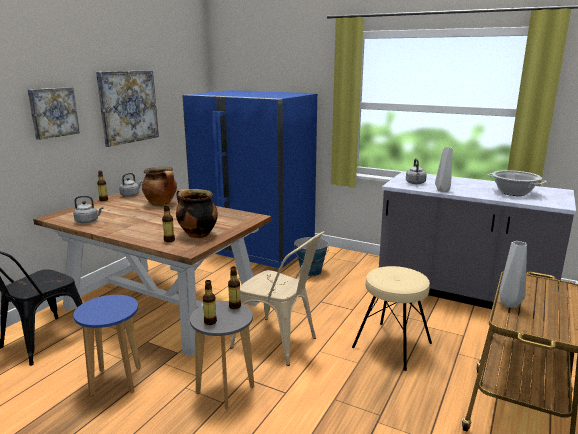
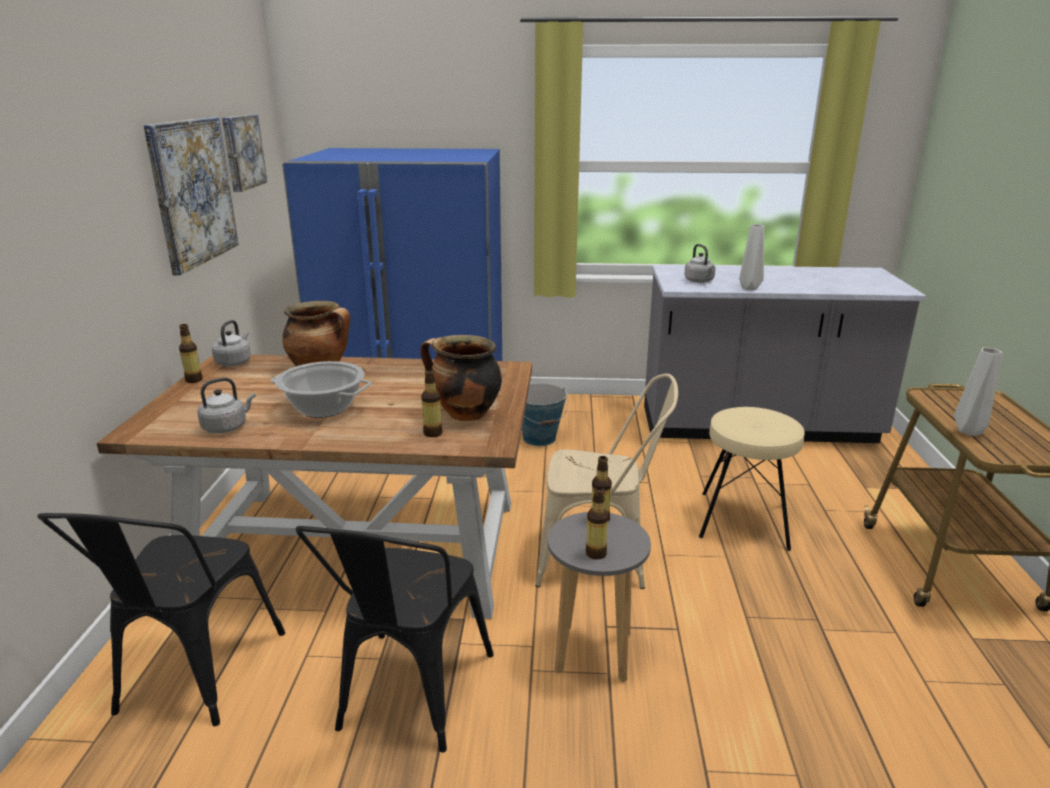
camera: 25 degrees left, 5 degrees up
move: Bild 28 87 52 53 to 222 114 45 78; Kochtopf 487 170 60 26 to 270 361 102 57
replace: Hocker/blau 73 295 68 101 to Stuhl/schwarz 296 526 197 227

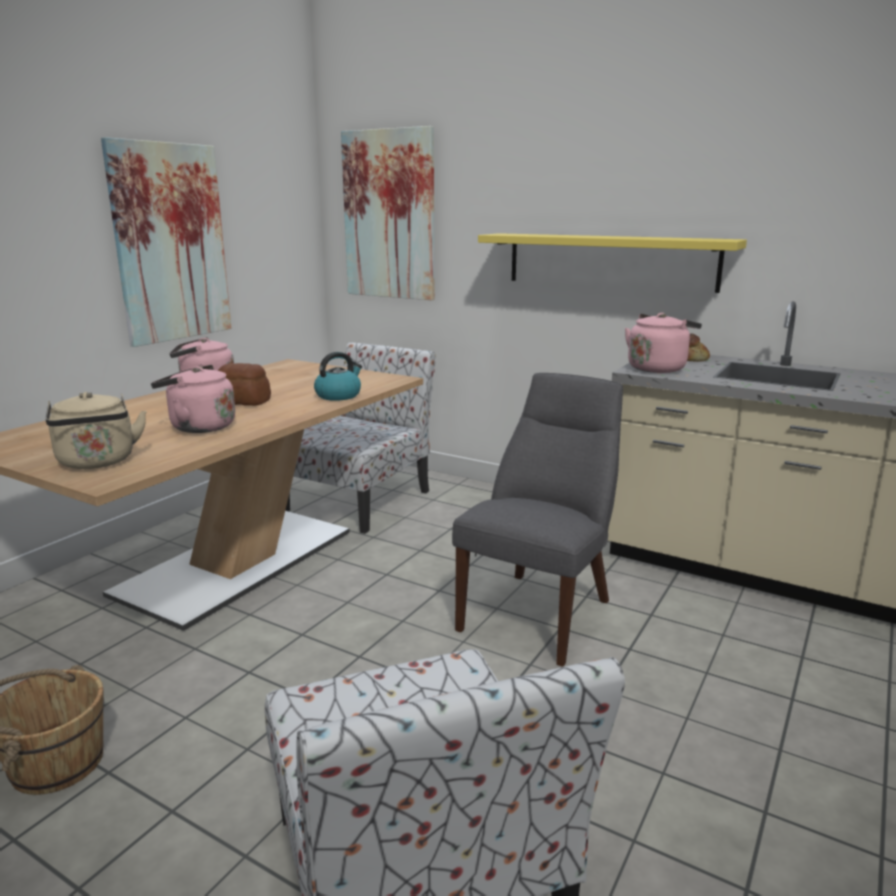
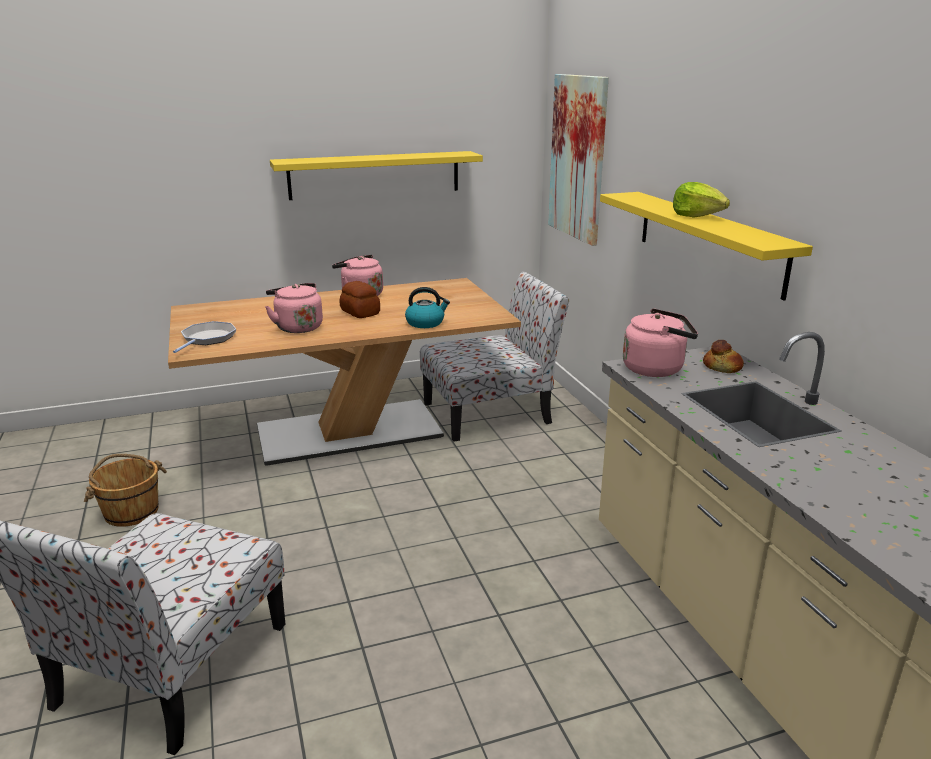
camera: 40 degrees right, 5 degrees up
delete: Stuhl/grau 452 373 171 293
insert: Salatkopf 673 182 57 35
replace: Wasserkessel/beige 46 392 101 77 to Pfanne 173 321 63 32; Bild 101 137 130 210 to Wandregal/gelb 270 151 213 49

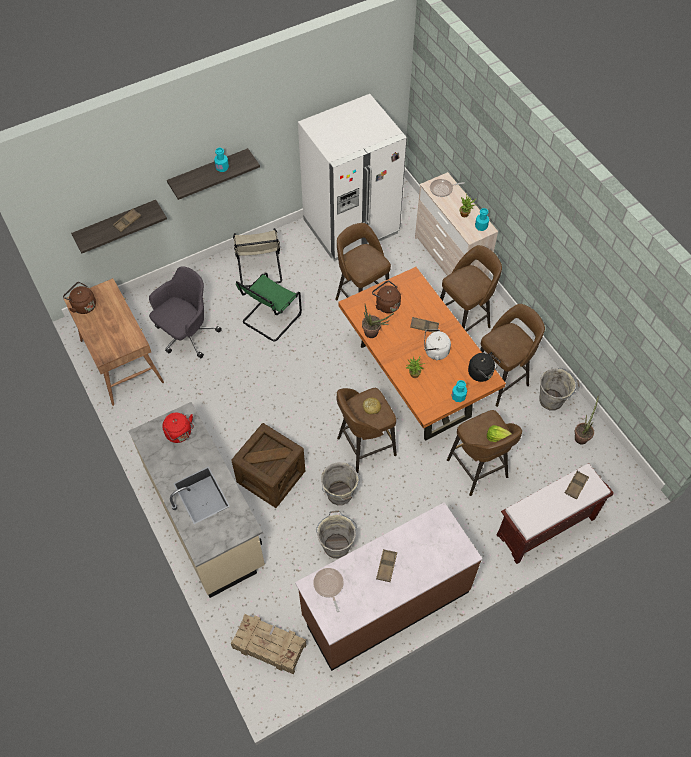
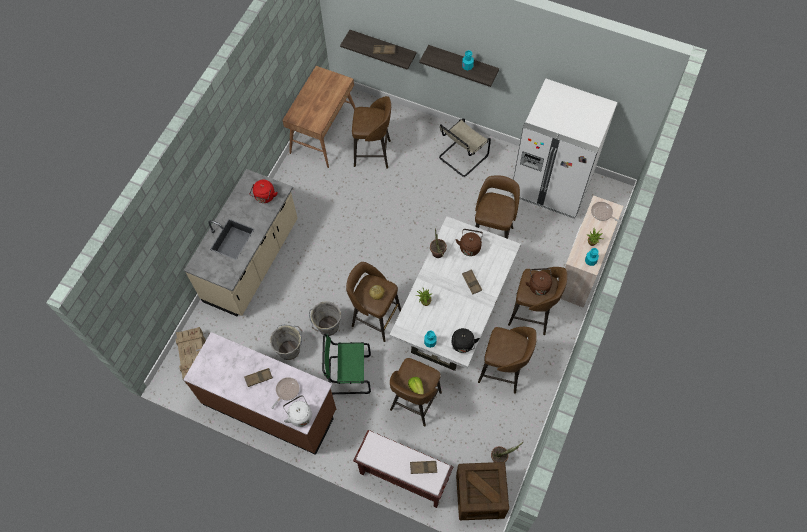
camera: 55 degrees right, 5 degrees up
delete: Eimer/grau 539 368 41 42
move: Pfanne 313 568 31 44 to 271 377 29 32; Wasserkessel/weiß 424 329 27 31 to 283 395 29 32; Stuhl/grün 236 273 66 68 to 322 334 49 60; Kiste 231 423 74 85 to 456 462 53 58; Wasserkessel/braun 63 282 33 32 to 525 268 27 27
replace: Bürostuhl/grau 149 266 73 92 to Hocker/braun 352 96 39 73
recolor: Esstisch/orange 338 267 168 174 to Esstisch/weiß 390 216 131 155

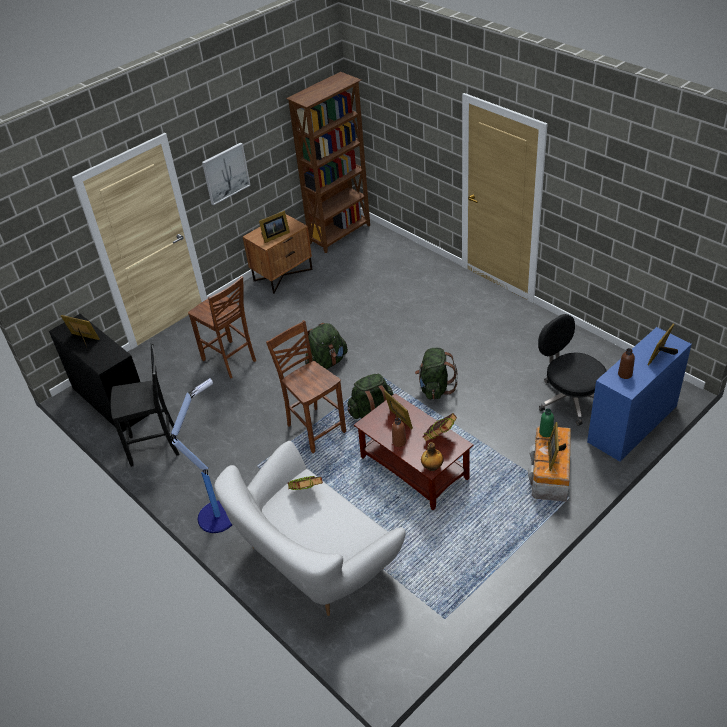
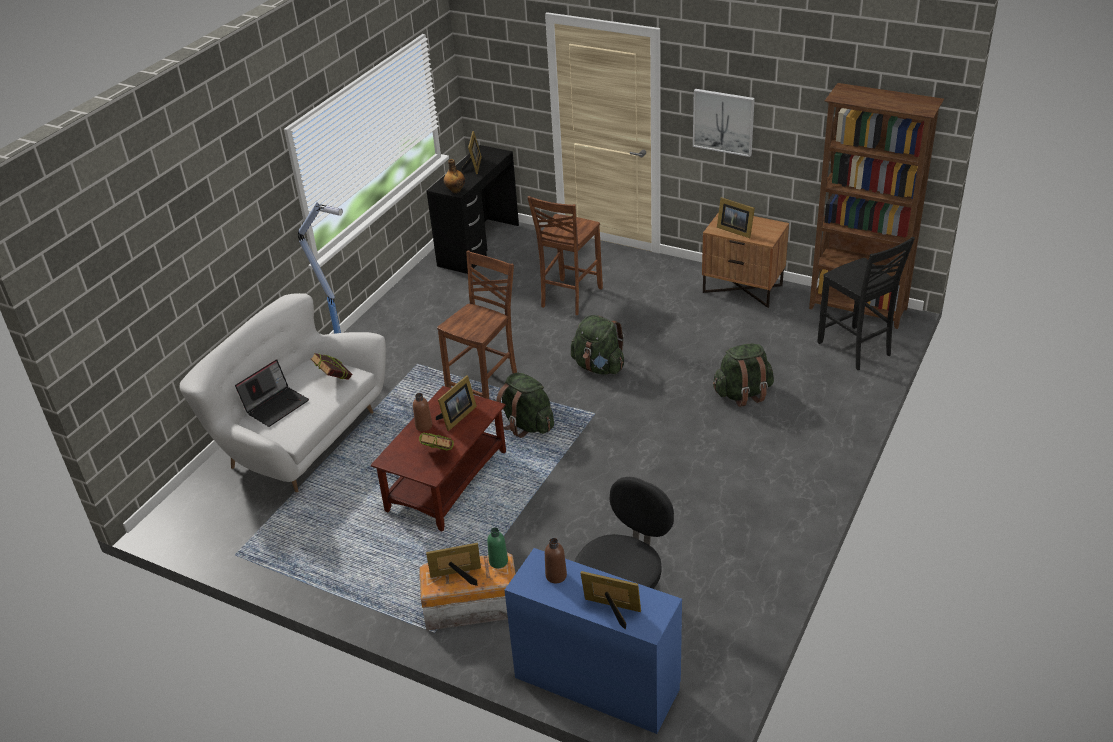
camera: 70 degrees right, 5 degrees down
insert: Laptop 235 359 74 68
move: Flasche 421 442 23 29 to 444 159 21 34; Rucksack/grün 415 348 42 52 to 713 344 61 63; Stuhl/schwarz 111 343 68 124 to 817 236 98 134

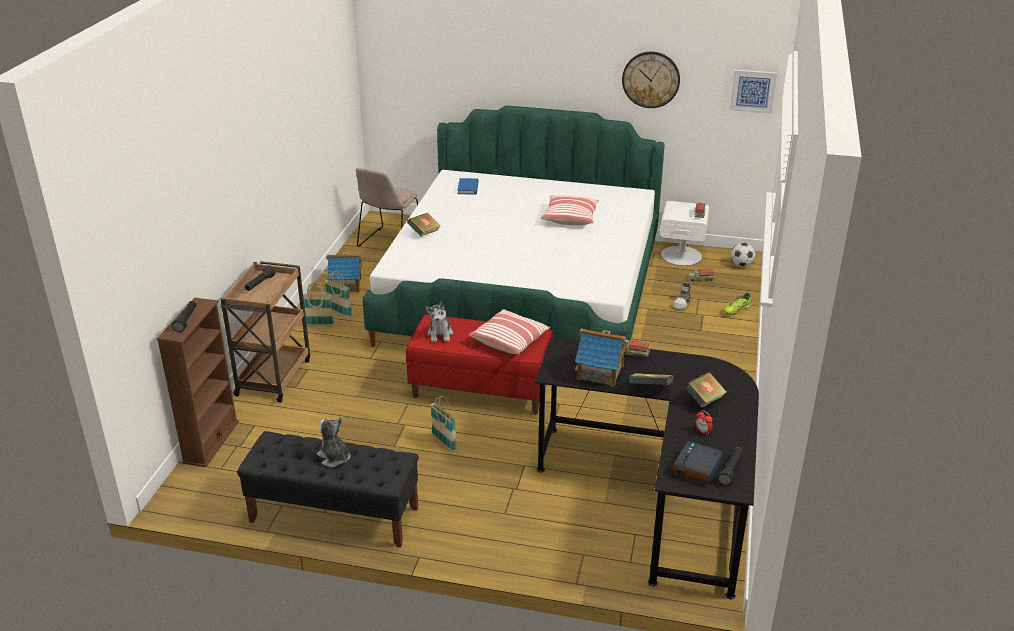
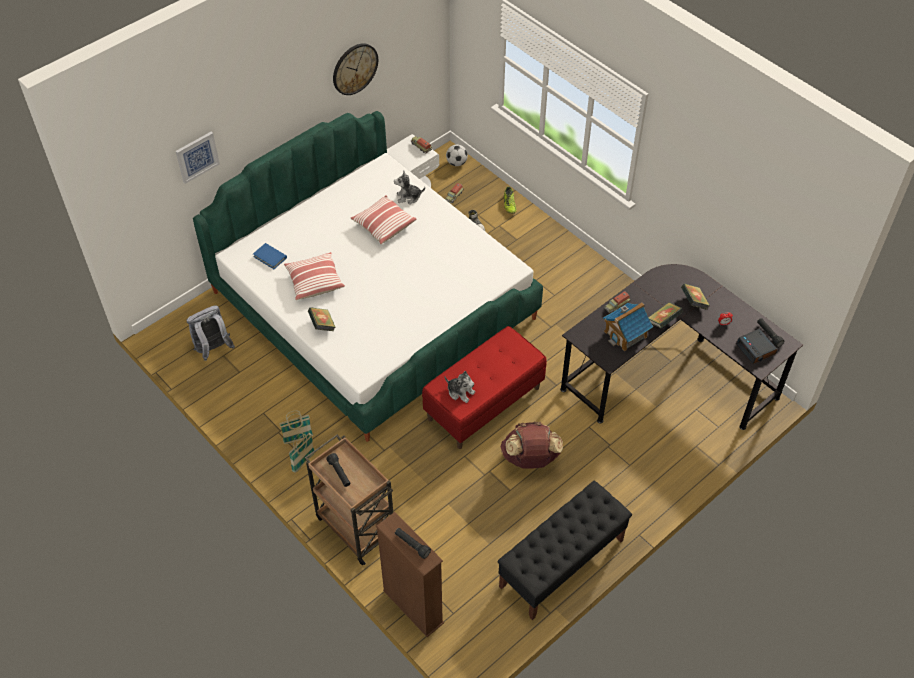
camera: 55 degrees left, 20 degrees up
delete: Spielzeughaus 326 253 36 40
move: Bild 730 69 47 45 to 176 132 44 52; Kissen 469 309 82 46 to 284 252 61 48; Plüschtier 317 416 33 51 to 394 170 31 34
replace: Stuhl/beige 356 168 62 79 to Rucksack/grau 186 305 49 56; Korb 430 396 27 57 to Rucksack/braun 500 422 63 47

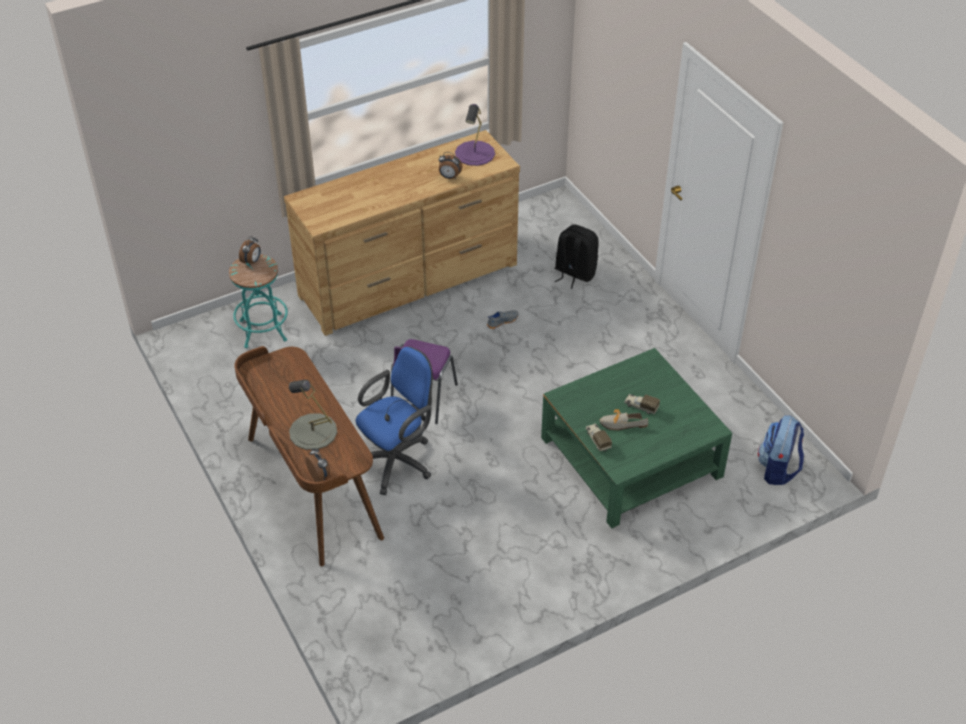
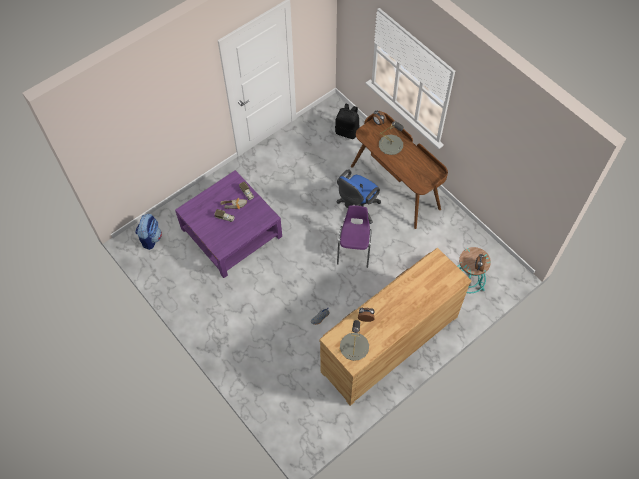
camera: 170 degrees right, 15 degrees up
move: Rucksack/schwarz 555 225 44 64 to 335 103 25 36
recolor: Couchtisch/grün 541 348 191 181 to Couchtisch/lila 175 170 107 108; Tischlampe/lila 455 104 40 62 to Tischlampe/grau 340 320 29 41

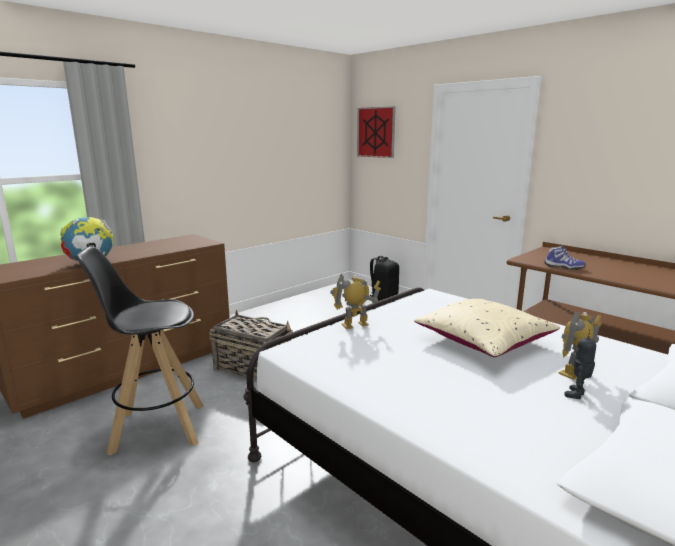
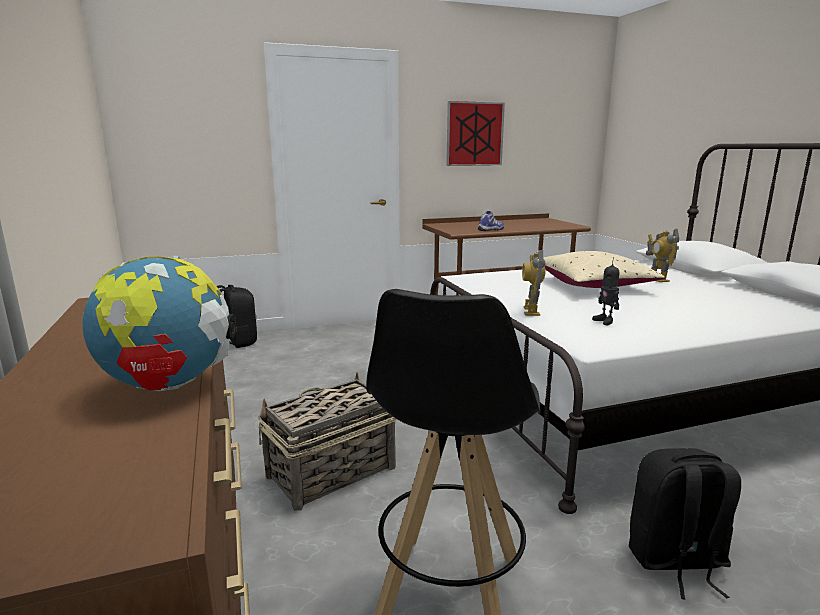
camera: 65 degrees left, 0 degrees up
insert: Rucksack/schwarz 629 448 112 152
move: Bild 357 106 39 52 to 446 101 59 65; Spielzeugroboter 564 329 32 70 to 592 257 27 68

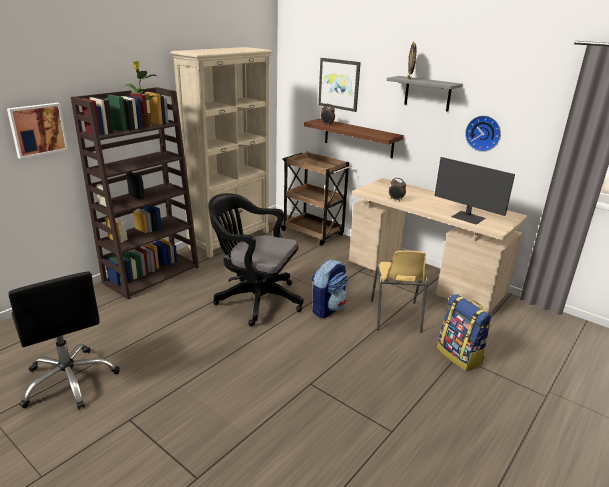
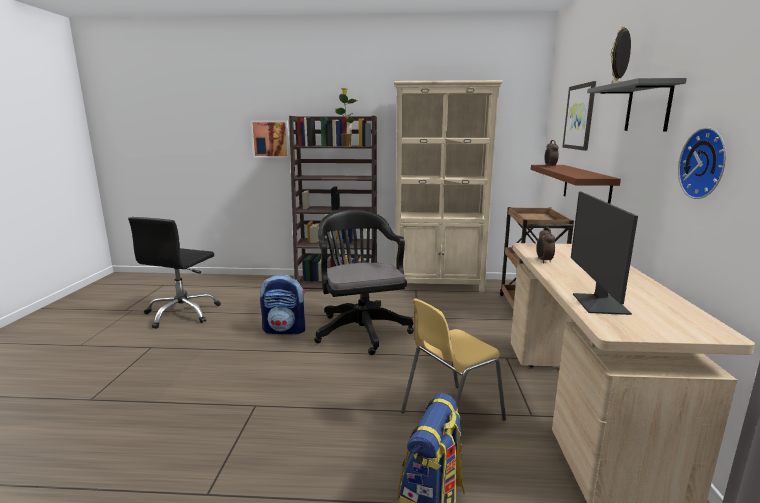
camera: 55 degrees right, 10 degrees down
move: Rucksack 312 259 36 59 to 260 275 45 59

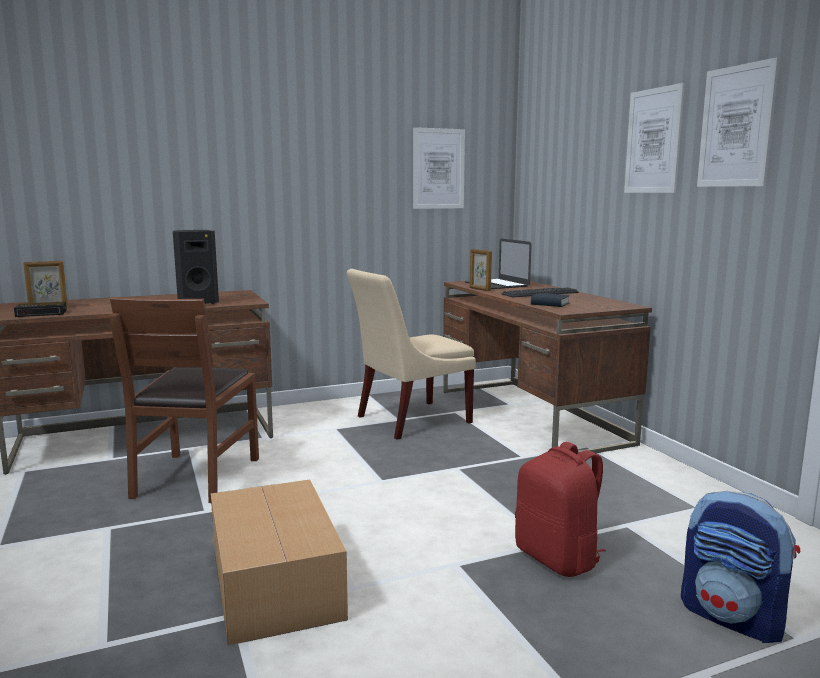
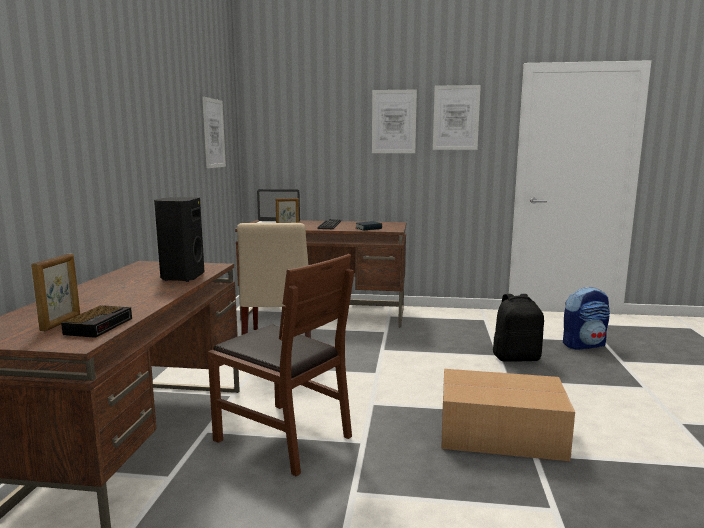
camera: 60 degrees left, 0 degrees up
recolor: Rucksack/rot 515 442 91 135 to Rucksack/schwarz 493 294 51 68

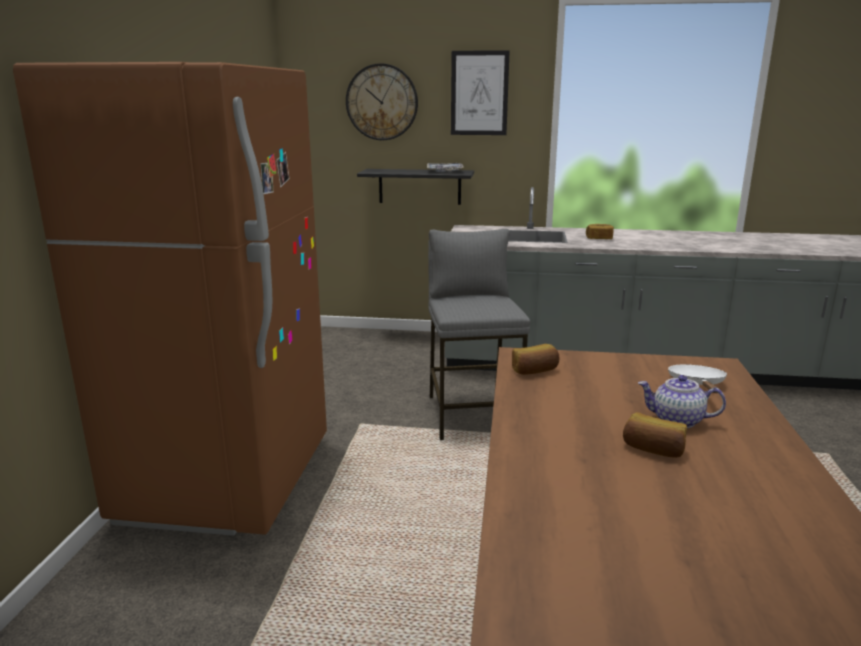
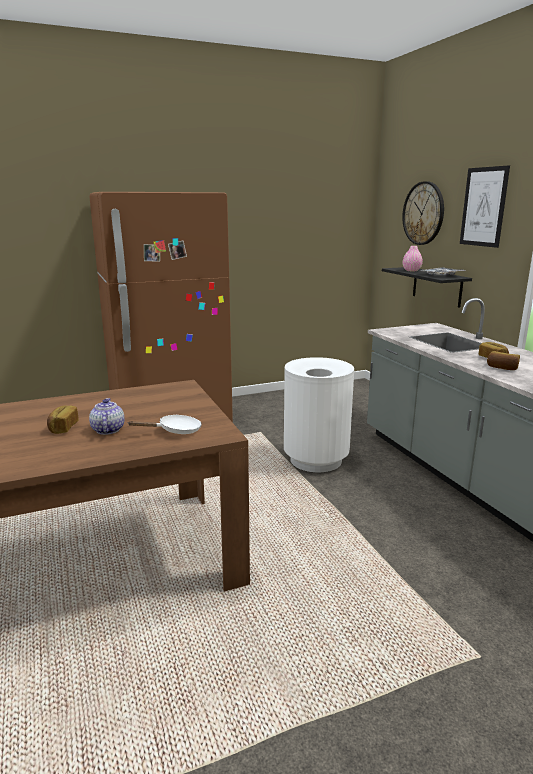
camera: 60 degrees right, 0 degrees up
insert: Vase/rosa 403 246 20 25
move: Brot 512 344 48 31 to 487 351 33 19
replace: Hocker/grau 428 229 102 211 to Mülleimer/weiß 284 357 70 115

